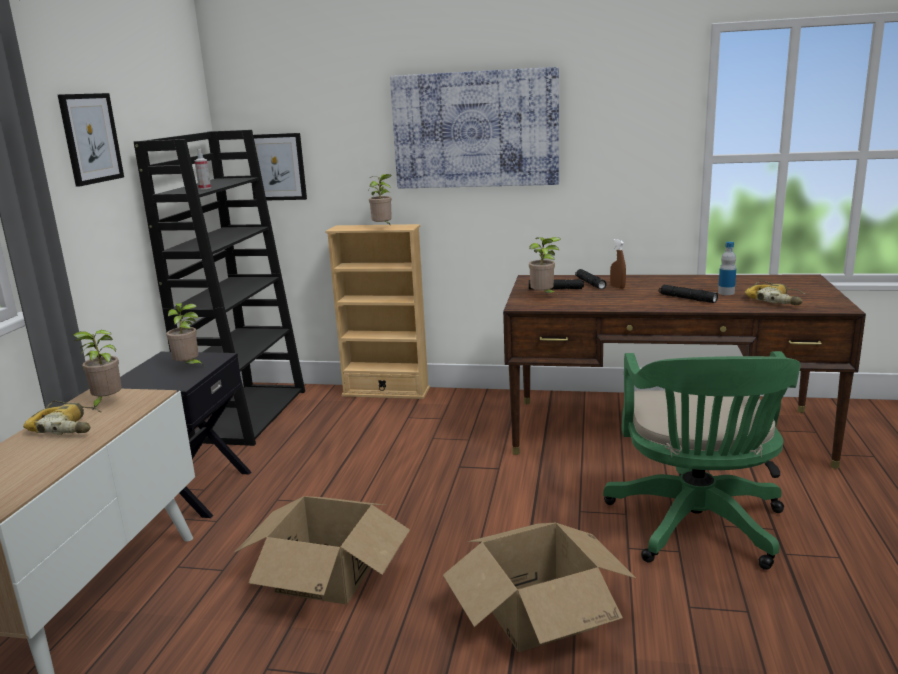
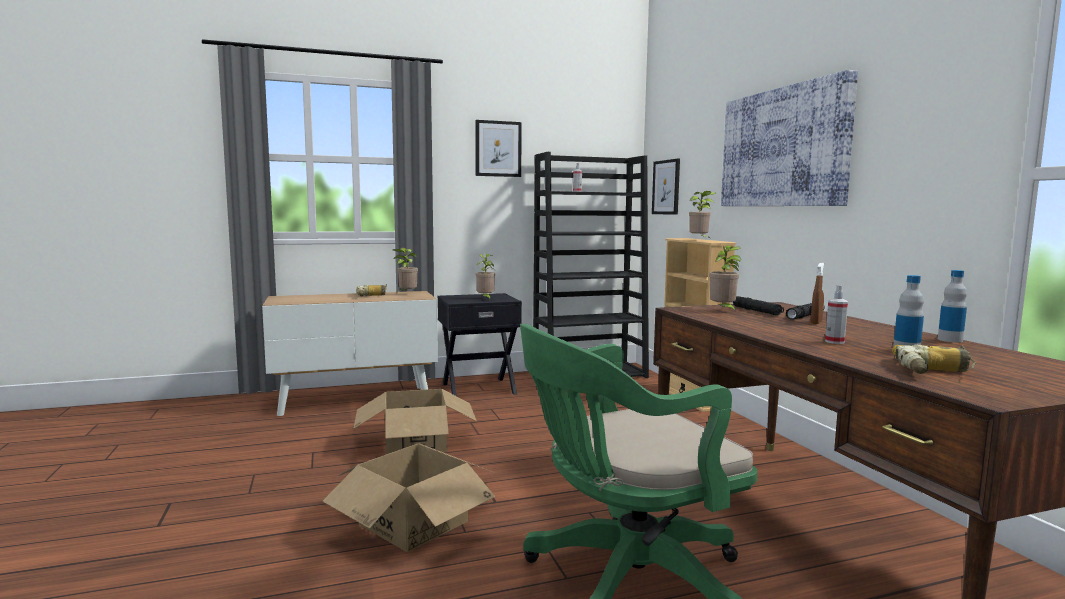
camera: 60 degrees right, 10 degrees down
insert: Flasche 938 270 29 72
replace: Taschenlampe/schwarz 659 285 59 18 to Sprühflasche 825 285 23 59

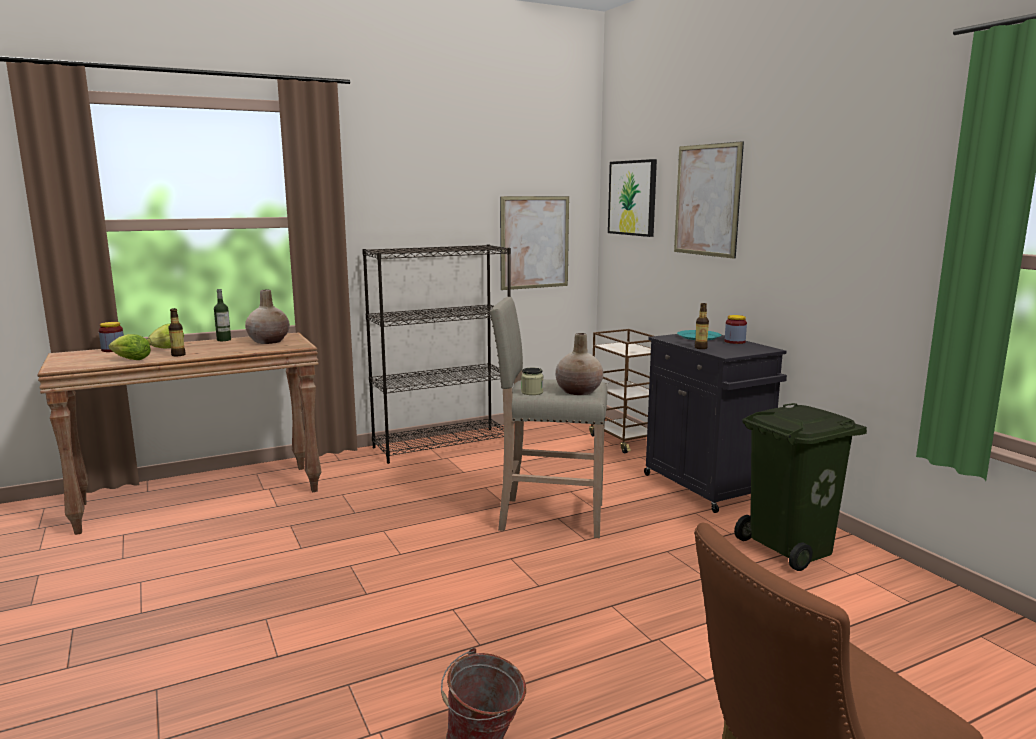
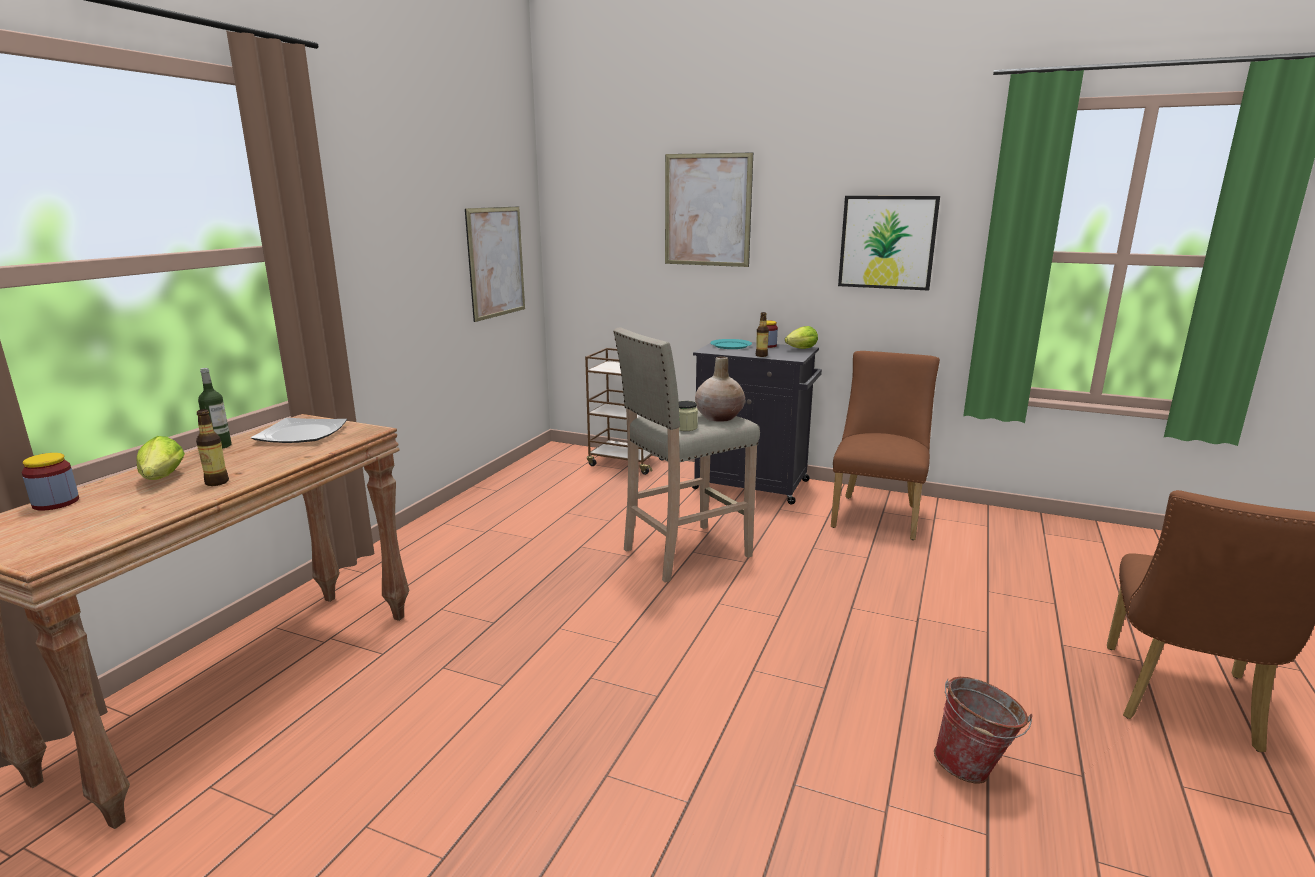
camera: 40 degrees left, 5 degrees up
delete: Bücherregal/schwarz 362 244 149 220
move: Salatkopf 109 334 42 26 to 785 326 33 23; Bild 608 159 49 78 to 838 196 102 95
replace: Vase/beige 245 290 45 54 to Teller 251 418 96 25; Mülleimer/grün 734 403 133 168 to Stuhl/braun 831 351 109 189

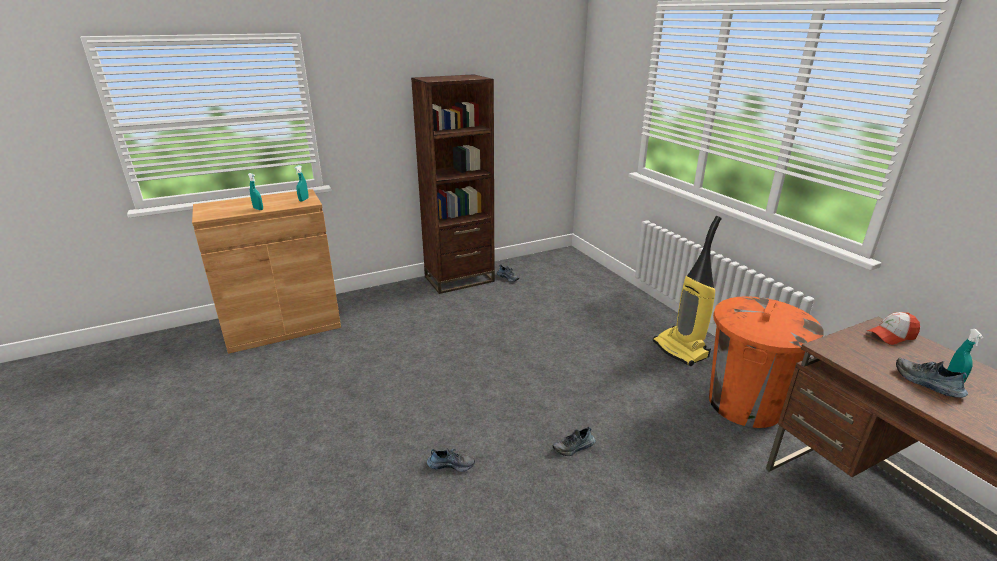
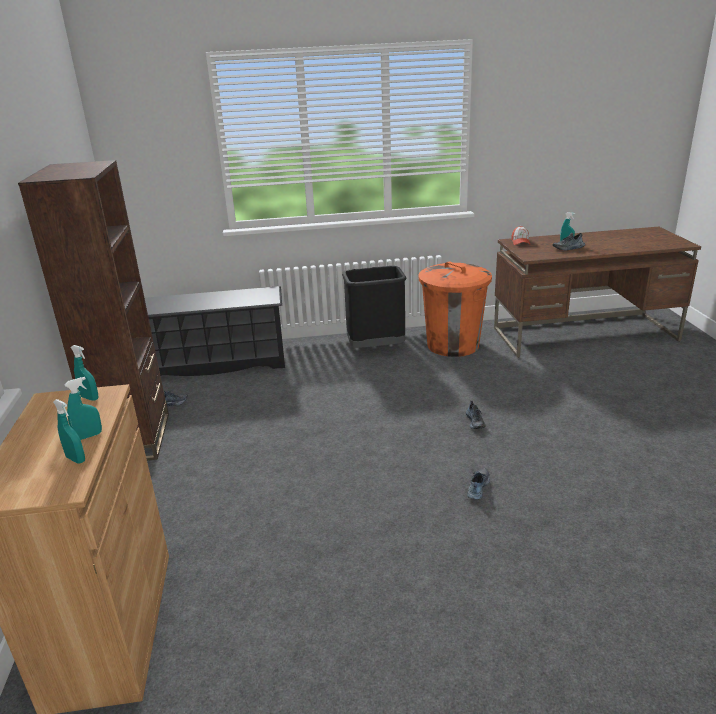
camera: 70 degrees left, 0 degrees up
insert: Sprühflasche/türkis 53 399 32 64; Schuhregal/schwarz 145 286 140 90
replace: Staubsauger 653 216 69 150 to Mülleimer/schwarz 342 266 65 82

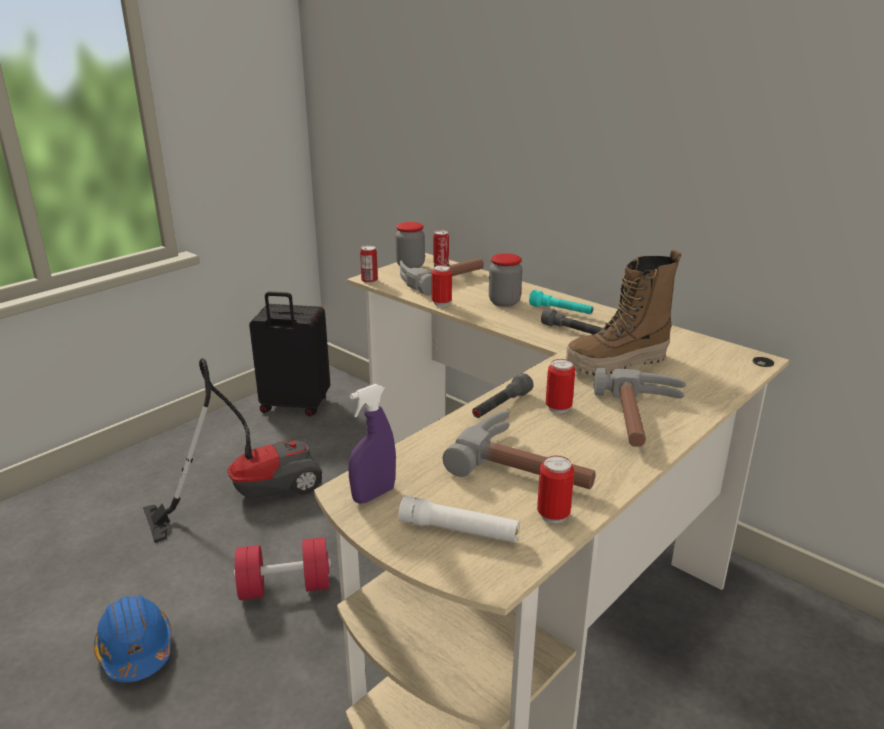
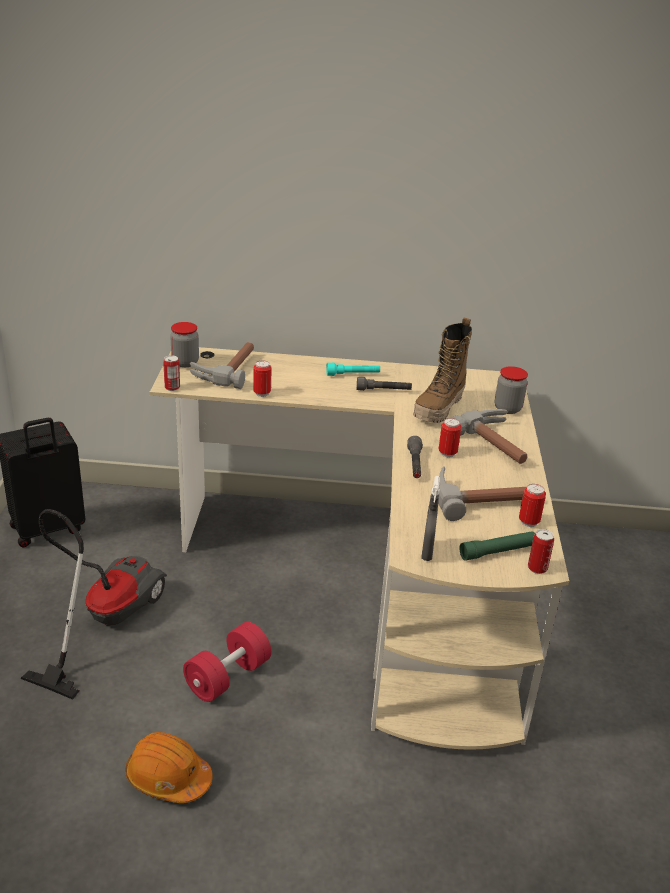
camera: 40 degrees left, 5 degrees up
move: Vorratsglas 489 253 33 54 to 495 366 33 48; Dose 433 230 16 35 to 528 529 26 45
recolor: Schutzhelm/blau 94 595 78 87 to Schutzhelm/orange 125 732 88 71; Sprühflasche/lila 348 384 48 120 to Sprühflasche/grau 421 476 19 85; Taschenlampe/weiß 398 495 122 48 to Taschenlampe/grün 459 531 76 30

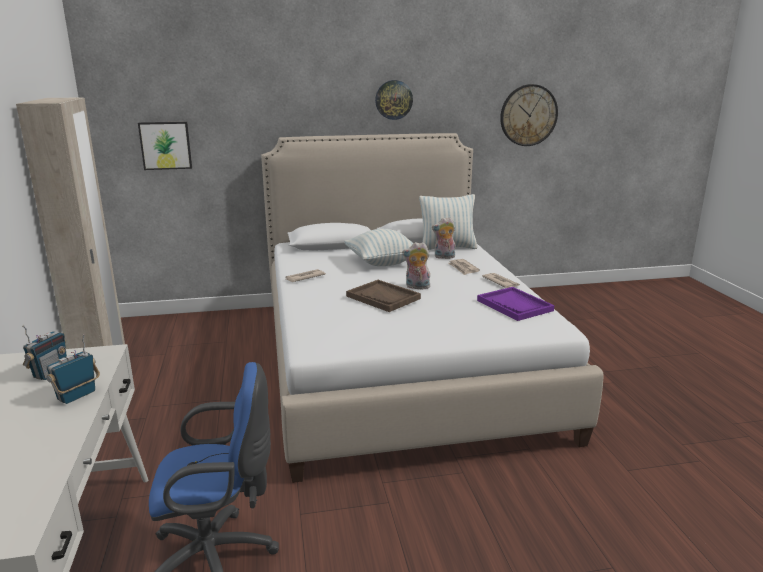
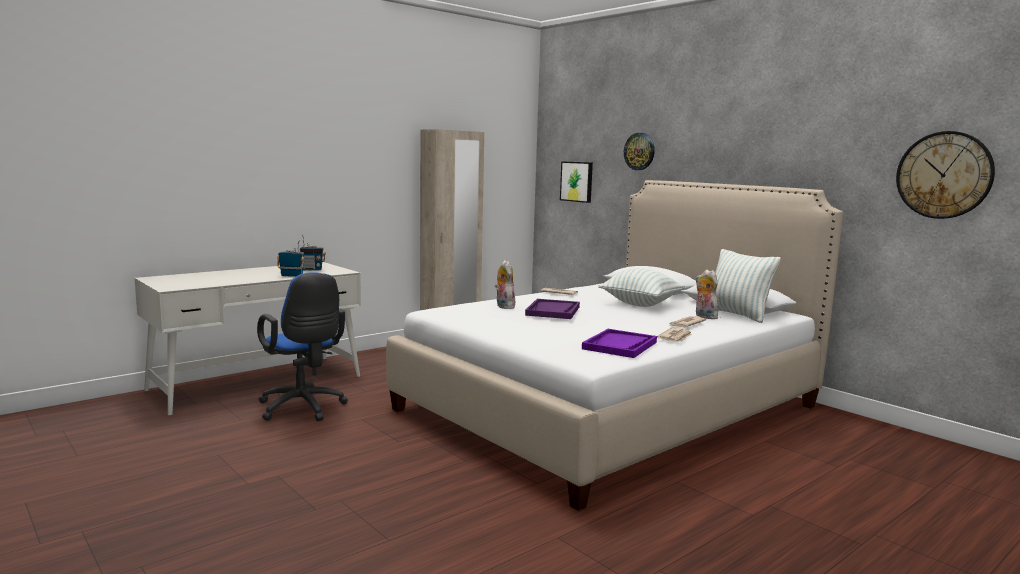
camera: 60 degrees right, 10 degrees down
move: Plüschtier 402 242 28 47 to 495 260 20 49; Wanduhr 375 80 38 40 to 624 133 31 37
recolor: Tablett/braun 346 280 75 32 to Tablett/lila 525 299 55 20

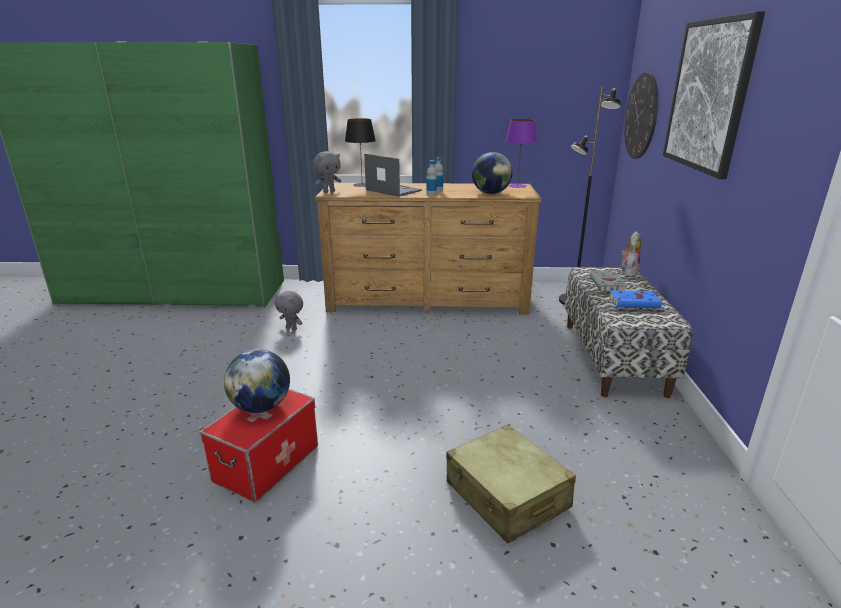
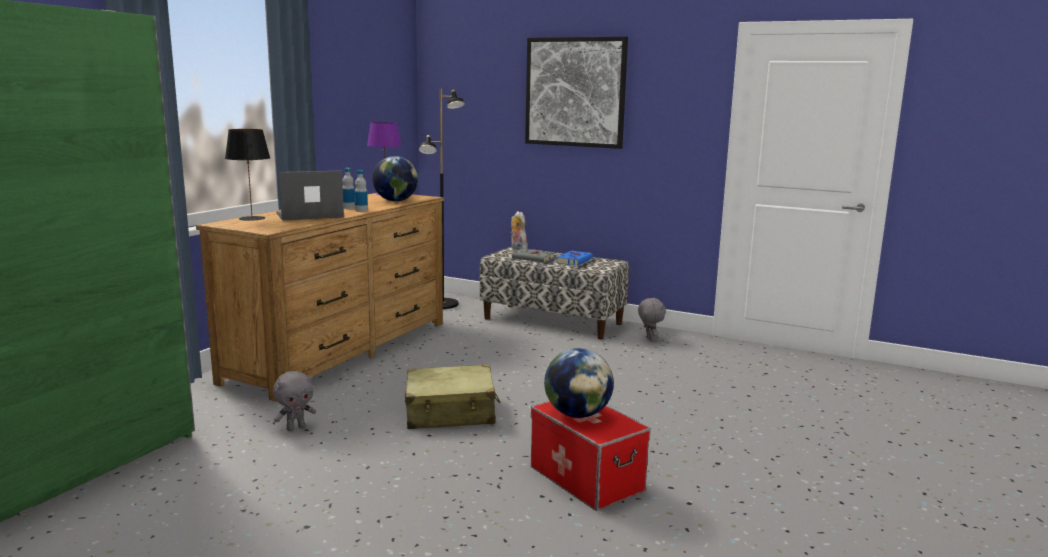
camera: 65 degrees left, 10 degrees down
delete: Wanduhr 624 72 34 87
move: Koffer/beige 446 425 130 119 to 405 364 95 65; Plüschtier/grau 313 151 28 42 to 638 298 28 44

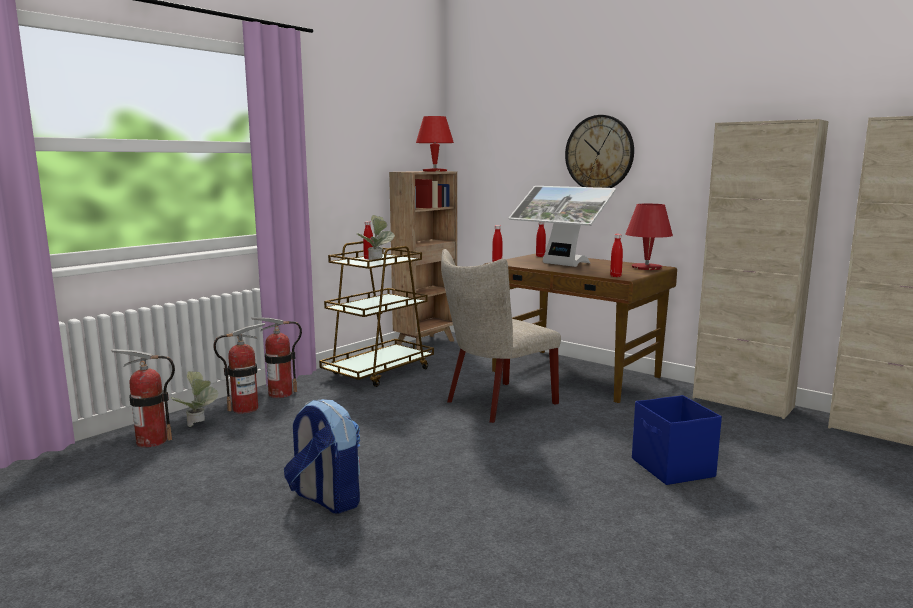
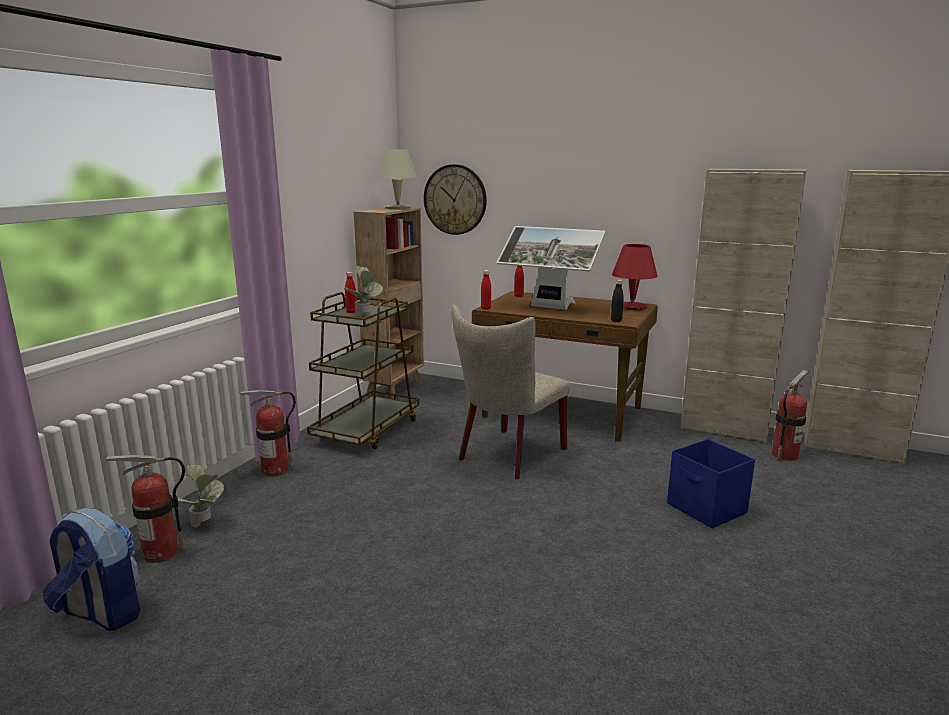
camera: 15 degrees left, 5 degrees up
move: Rucksack 284 399 76 114 to 43 508 97 123; Wanduhr 565 115 69 73 to 424 164 63 71; Feuerlöscher 213 323 52 91 to 772 370 37 91
recolor: Tischlampe/rot 416 116 38 55 to Tischlampe/beige 377 149 41 60; Flasche/rot 610 234 13 43 to Flasche/schwarz 611 280 13 42

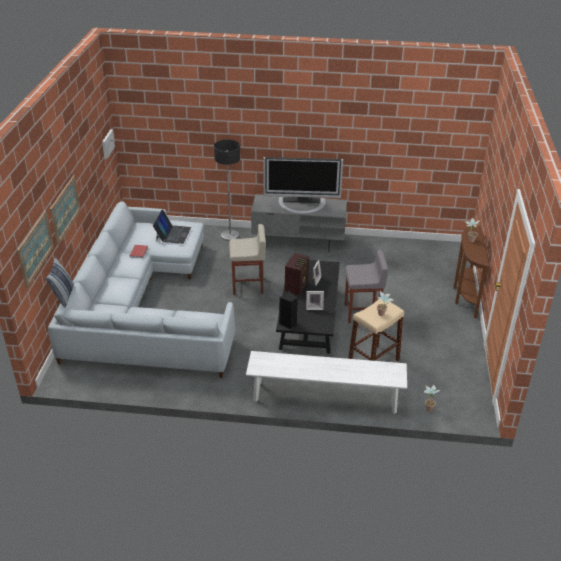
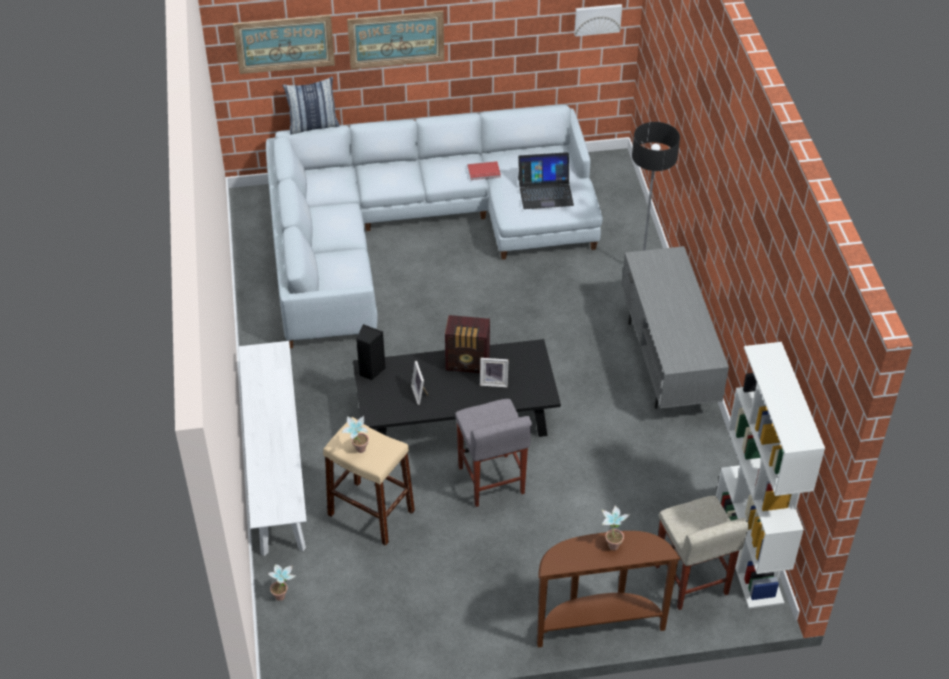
camera: 75 degrees right, 10 degrees up
delete: Fernseher 263 157 80 56
insert: Bücherregal/weiß 716 342 109 267
move: Hocker/beige 229 224 37 71 to 656 496 93 114

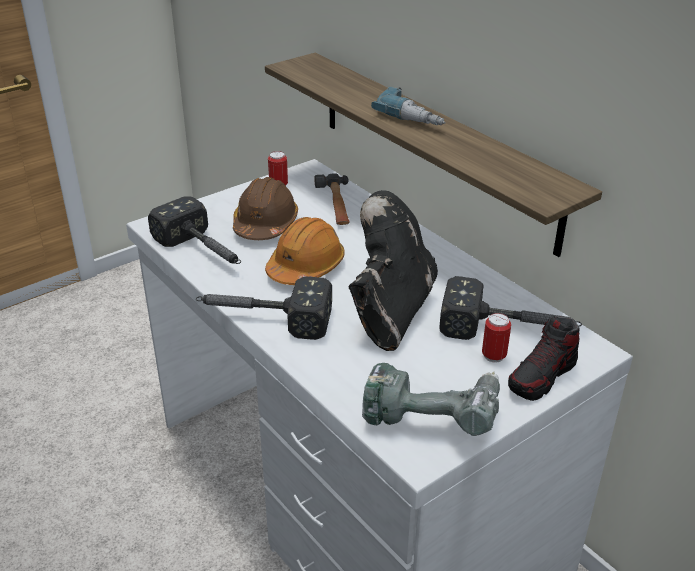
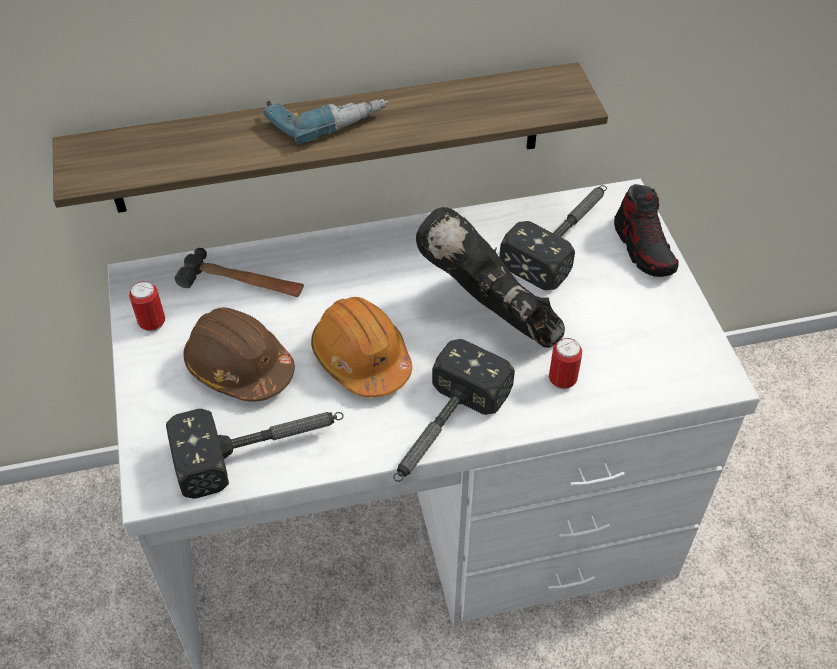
camera: 65 degrees left, 15 degrees up
delete: Bohrmaschine 362 363 138 73
move: Dose 482 313 29 50 to 549 338 33 52

